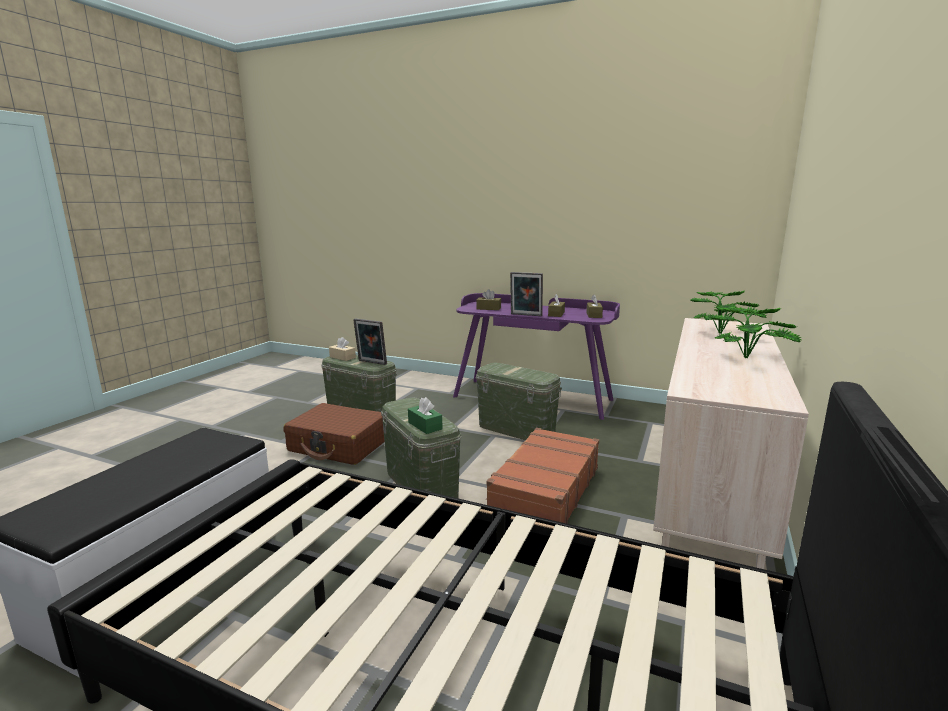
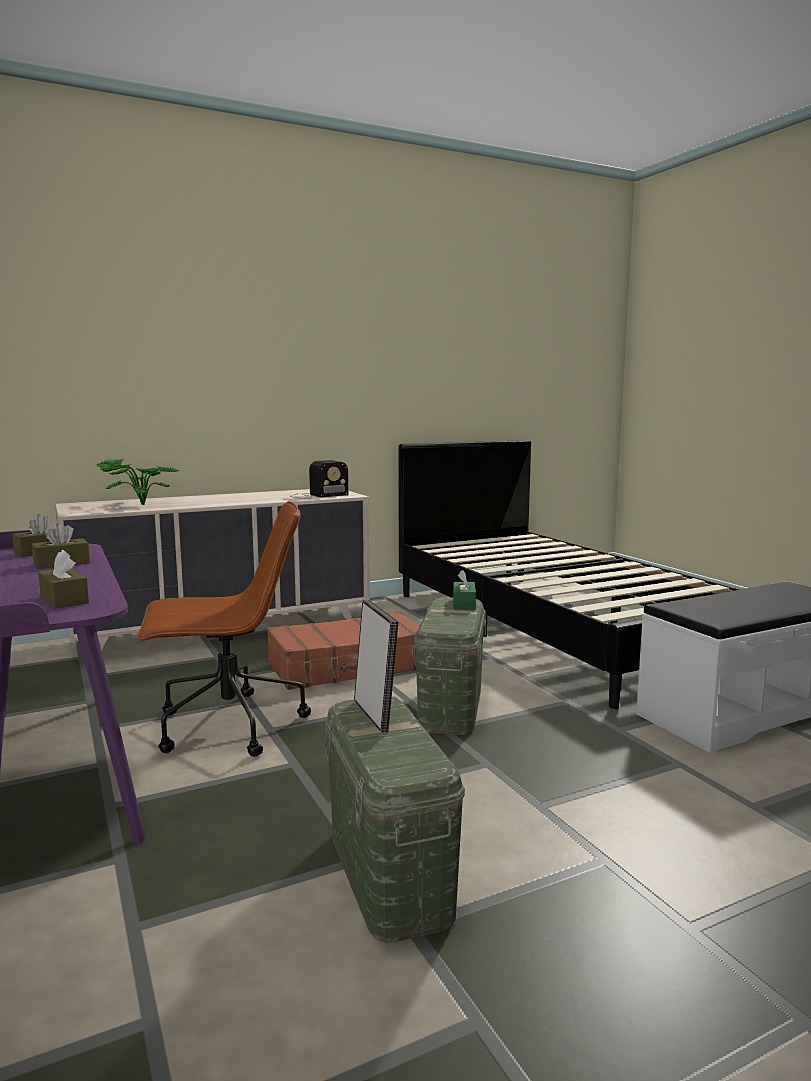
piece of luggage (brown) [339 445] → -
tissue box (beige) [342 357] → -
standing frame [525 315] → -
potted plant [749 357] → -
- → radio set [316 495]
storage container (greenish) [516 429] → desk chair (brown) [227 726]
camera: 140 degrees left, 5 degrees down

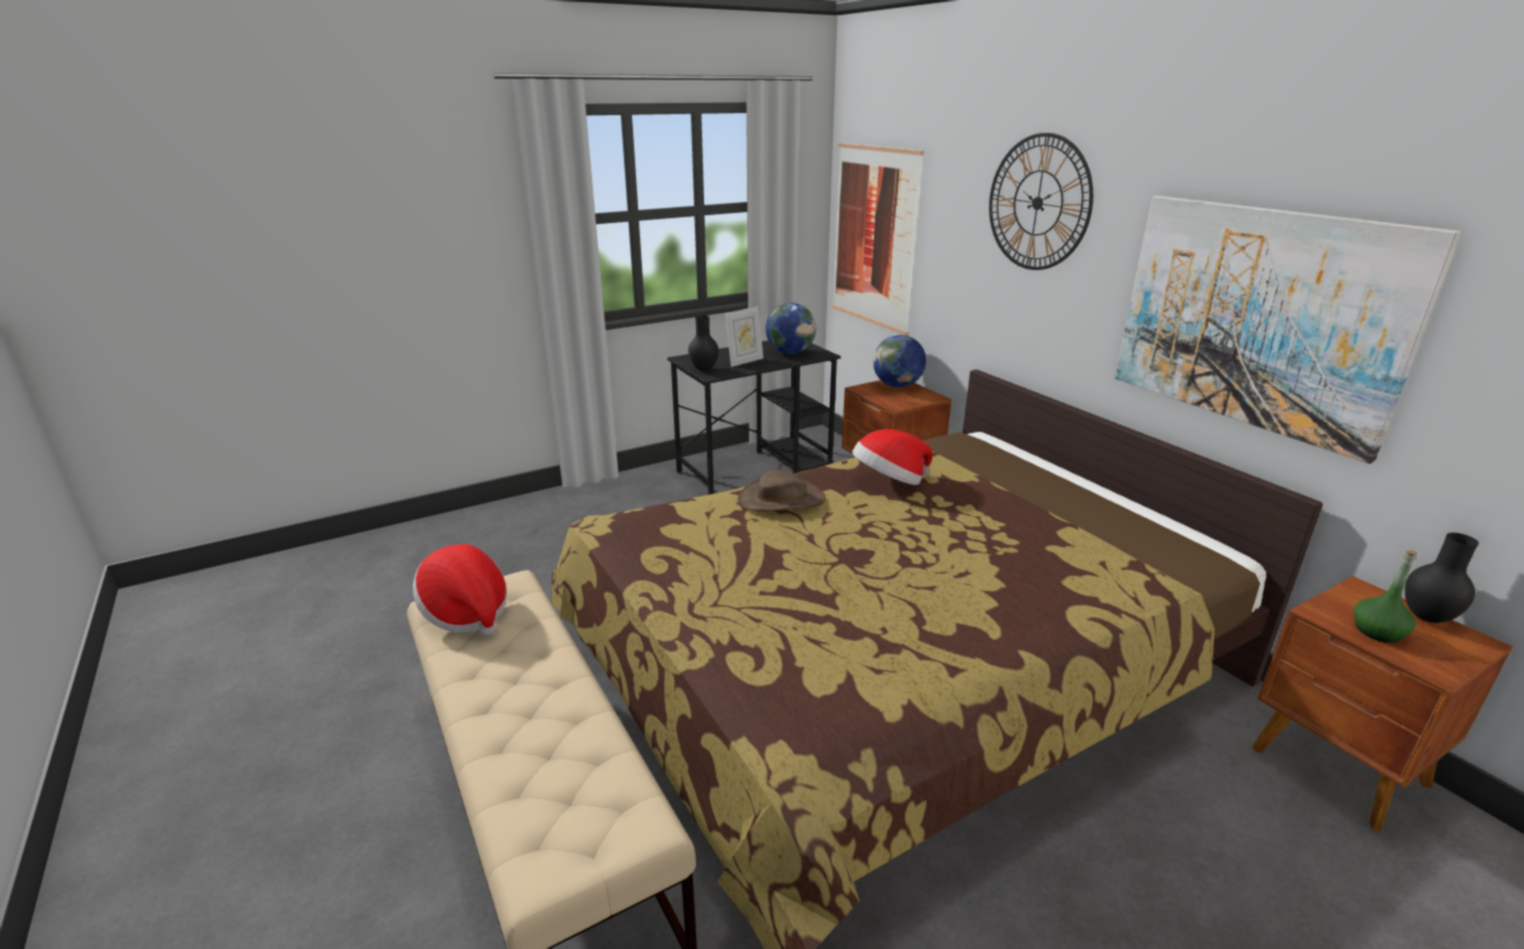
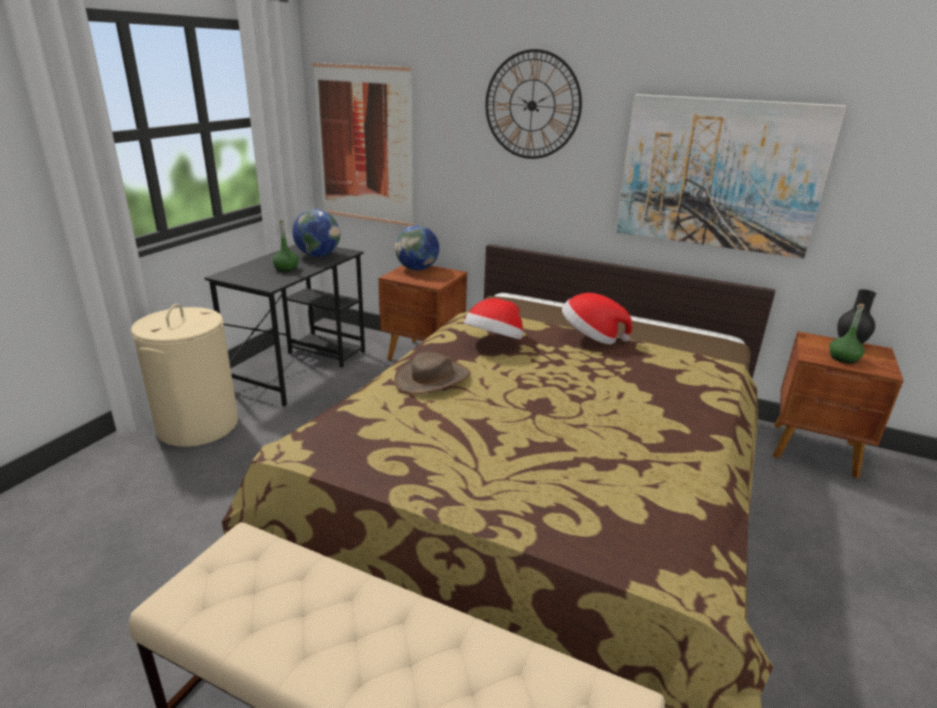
vase (black-coloured) [704 369] → -
- → washing basket (beige) [197 425]
clothing hat [466 612] → clothing hat [591 338], shifted
standing frame [744 361] → bottle (greenish) [286 268]
camera: 35 degrees left, 0 degrees up

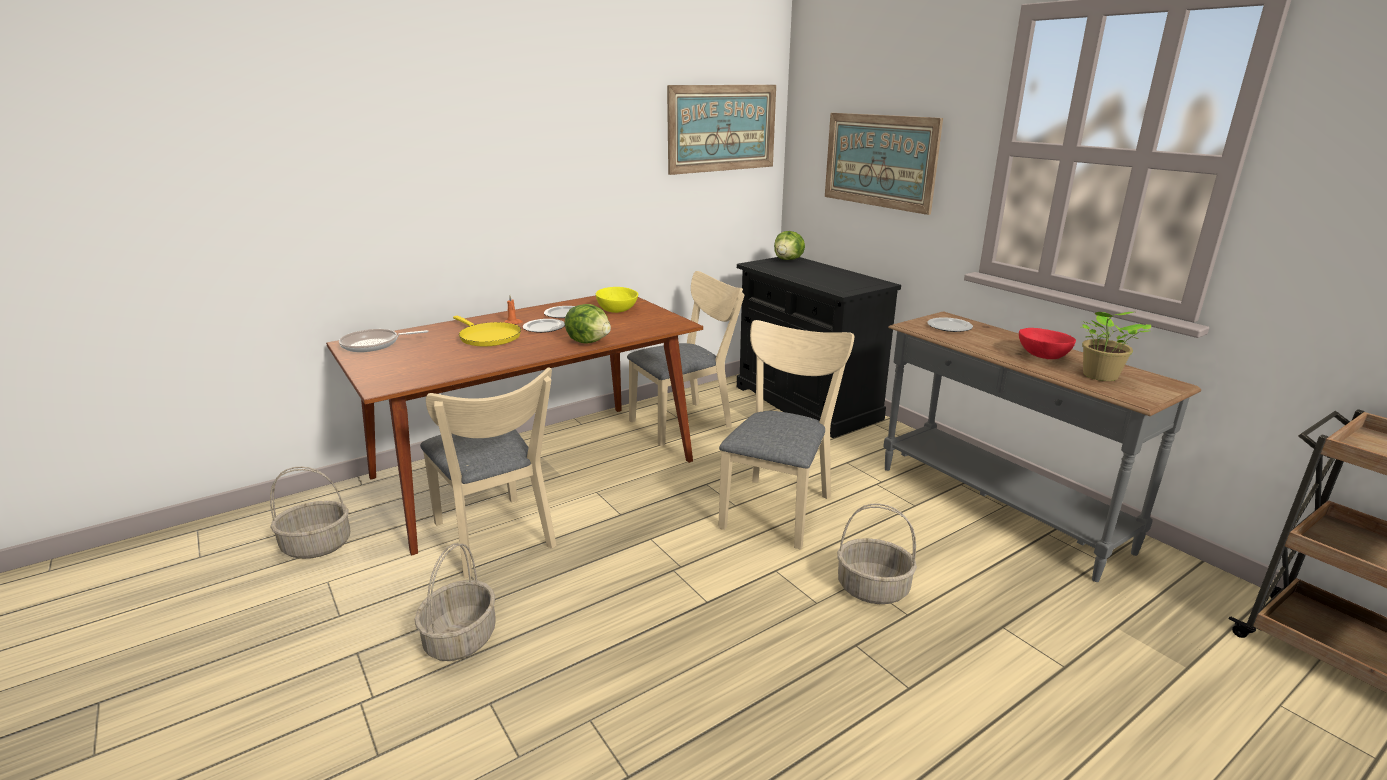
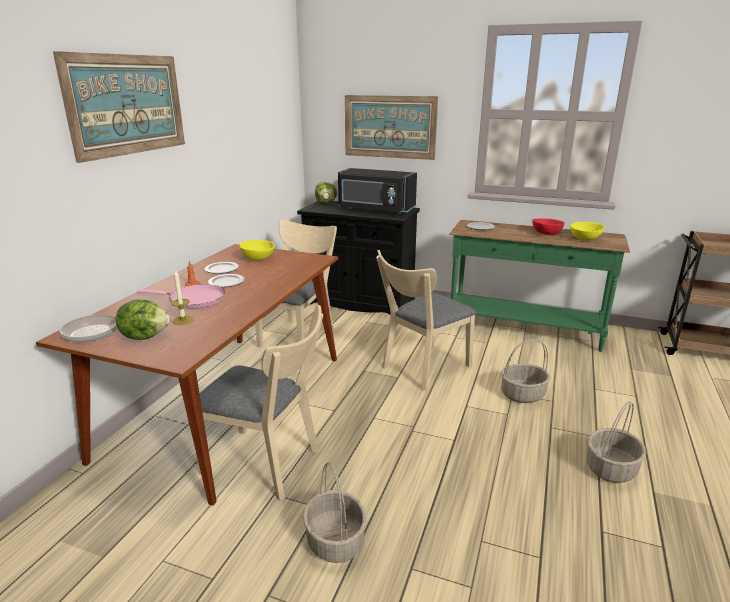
- → wax candle [183 320]
- → microwave (black-coloured) [375 209]
basket [318 545] → basket [610 468], shifted
head of lettuce [589 341] → head of lettuce [145 336], shifted
picture [722 128] → picture [127 104], shifted
potted plant [1099 376] → deep dish (yellowish) [585 238]
skillet (yellowish) [488 337] → skillet (pink) [193 300]
narrow table (gray) [997 508] → narrow table (greenish) [524 331]
upright chair (beige) [779 506] → upright chair (beige) [422 368], 120 degrees counterclockwise
camera: 35 degrees left, 0 degrees up

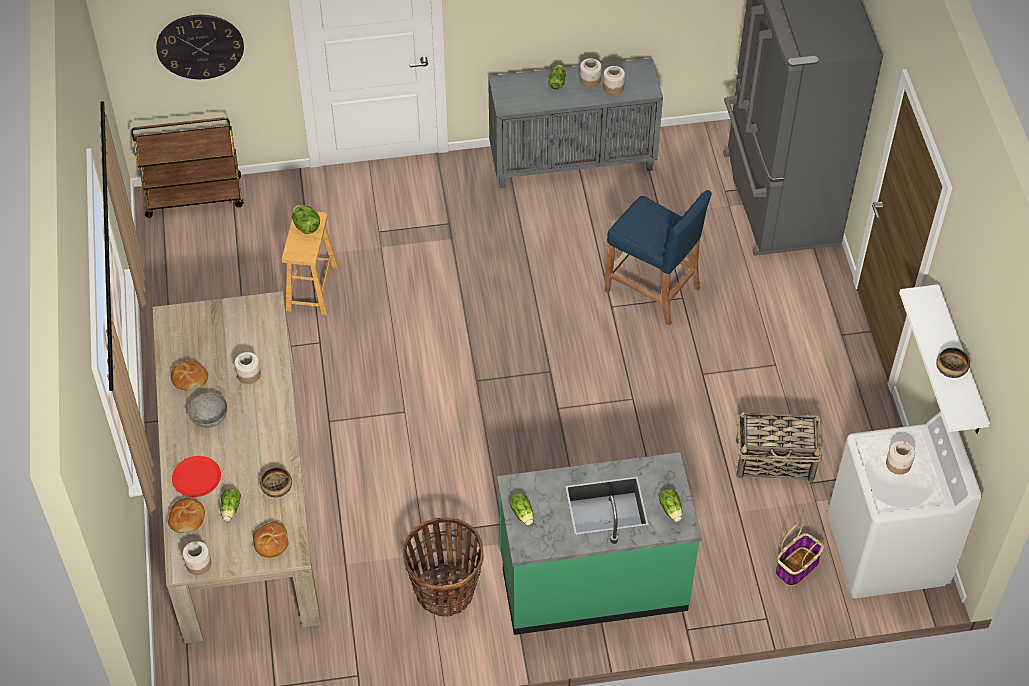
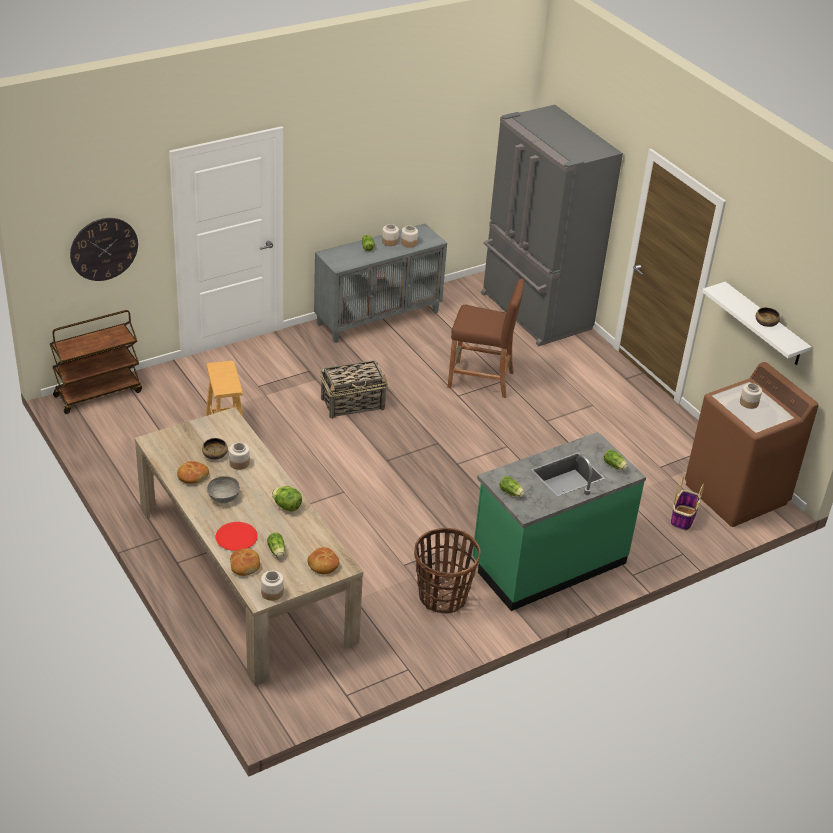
deep dish [277 488] → deep dish [215 455], shifted
head of lettuce [306 226] → head of lettuce [287 506], shifted
basket [775 460] → basket [353 404], shifted
sitting stool (blue) [652 289] → sitting stool (brown) [480 380]
laundry machine (whitish) [887 551] → laundry machine (brown) [736 494]
camera: 25 degrees left, 15 degrees down

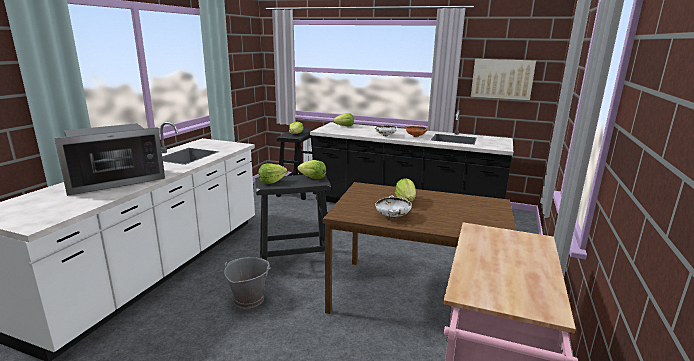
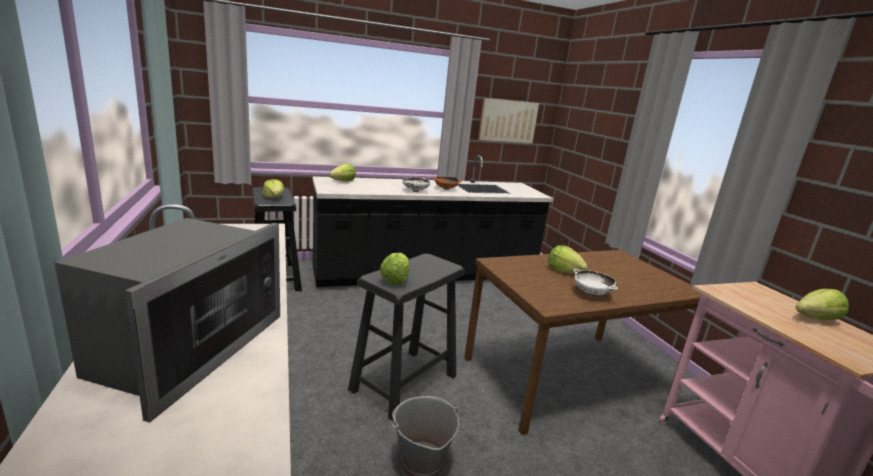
head of lettuce [312 178] → head of lettuce [815 319], shifted
camera: 40 degrees left, 0 degrees up

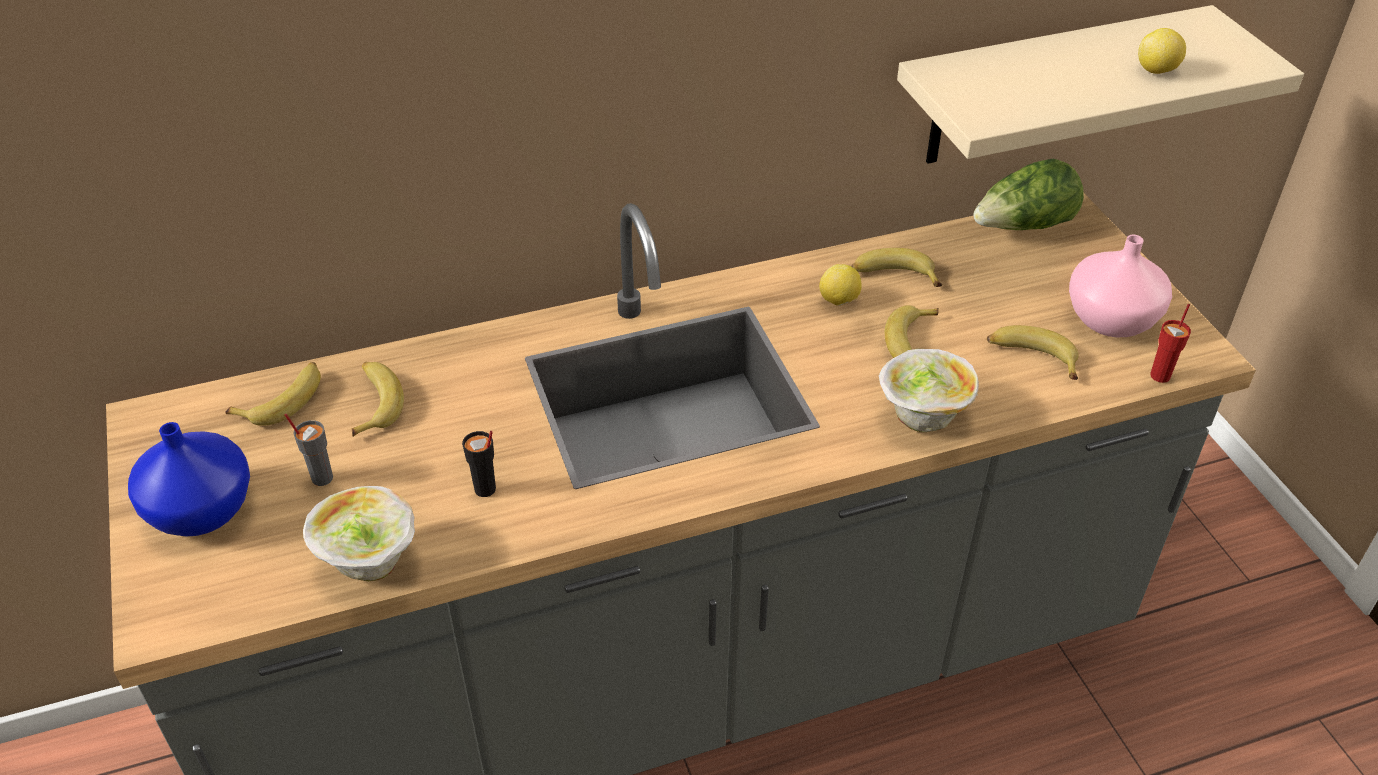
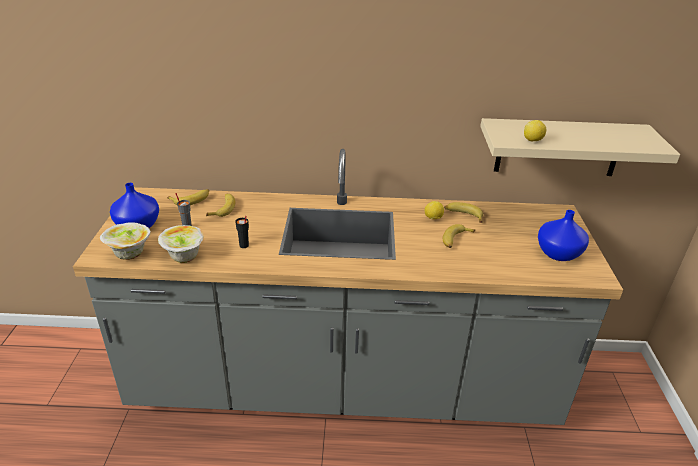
head of lettuce [1024 226] → -
banana [1031 357] → -
small cup (reddish) [1161 375] → -
deep dish [921 417] → deep dish [129 254], shifted
lemon [1157 70] → lemon [533 140], shifted
vase (pink) [1111 321] → vase (blue) [558 254]
camera: 20 degrees right, 10 degrees down

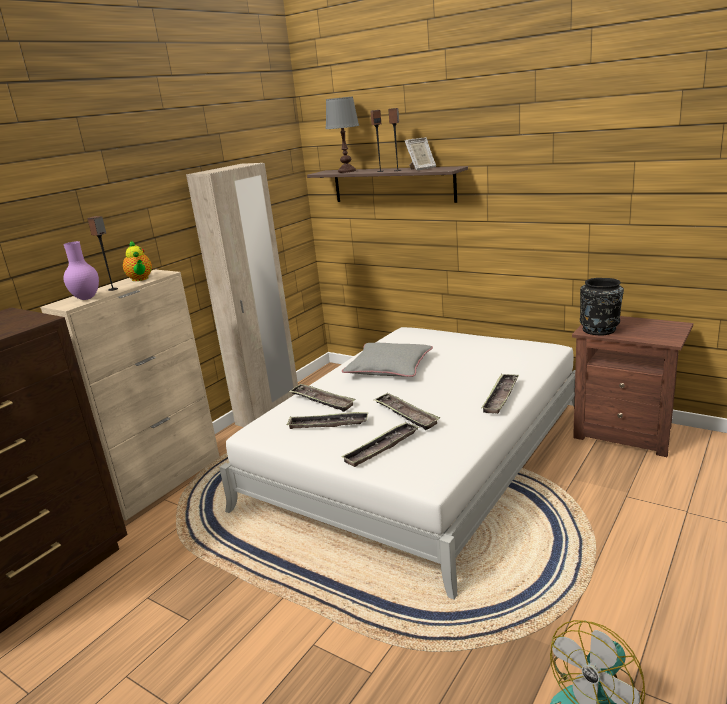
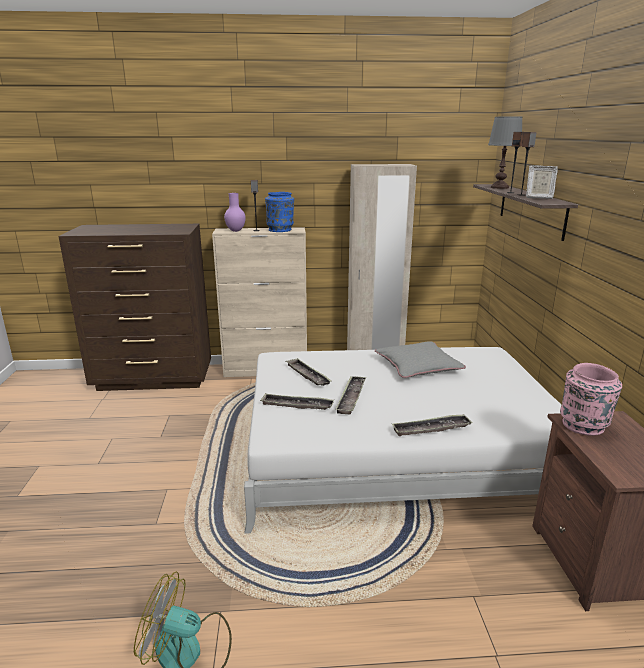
carrying tray [322 401] → -
teapot [140 279] → vase (blue) [280 230]
vase (black-coloured) [600 330] → vase (pink) [583 426]
camera: 50 degrees right, 0 degrees up

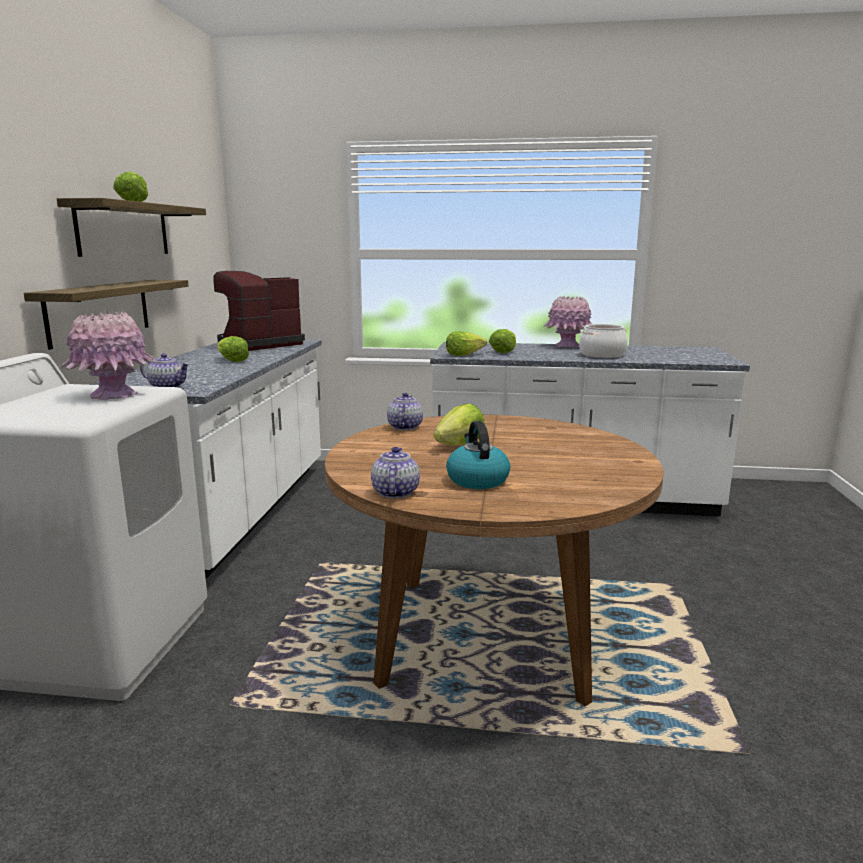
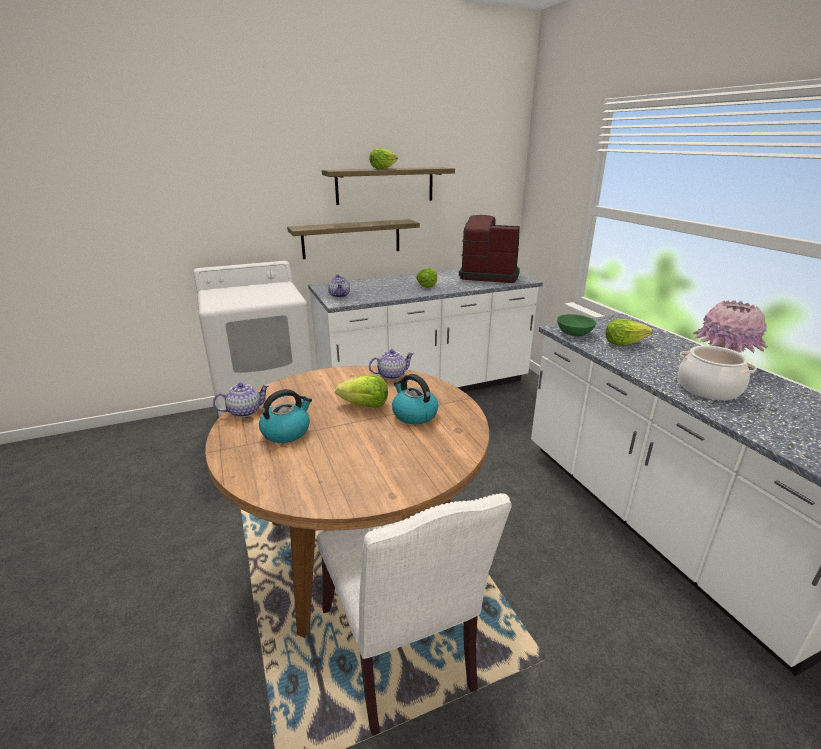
vase (pink) [113 395] → -
- → upright chair (whitish) [402 652]
- → kettle [414 414]
head of lettuce [464 355] → deep dish (greenish) [574 333]
camera: 60 degrees right, 10 degrees up

